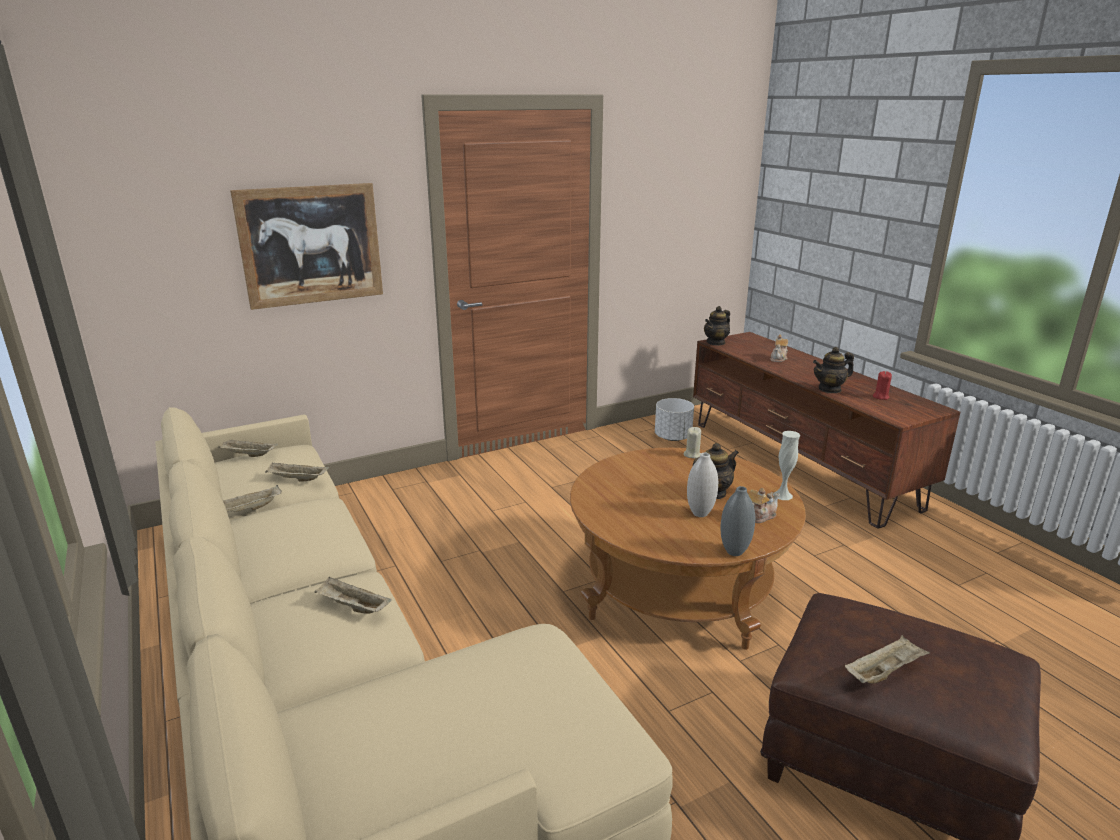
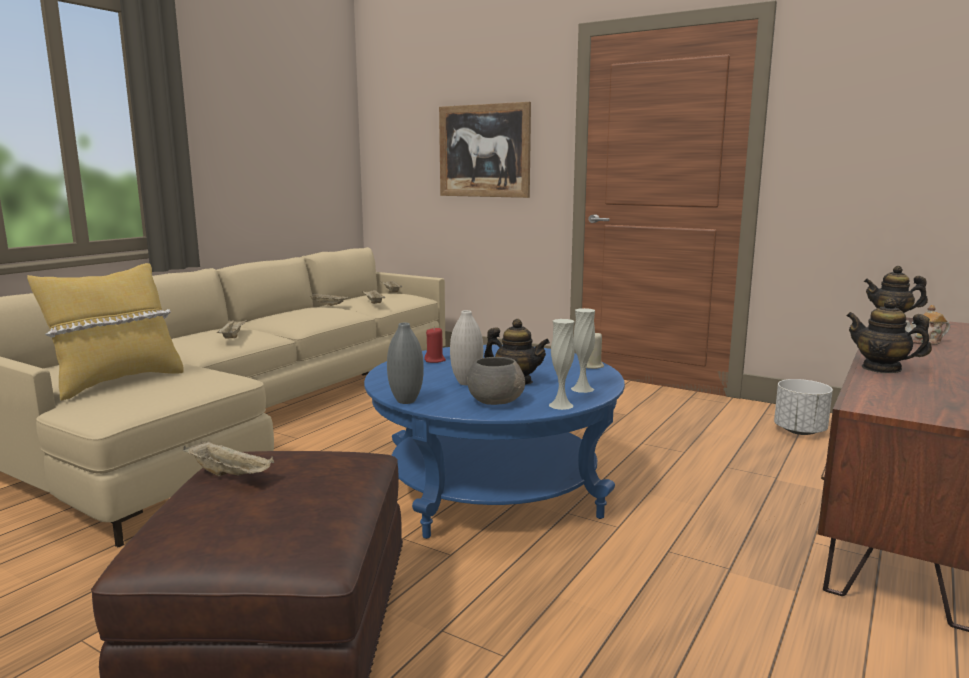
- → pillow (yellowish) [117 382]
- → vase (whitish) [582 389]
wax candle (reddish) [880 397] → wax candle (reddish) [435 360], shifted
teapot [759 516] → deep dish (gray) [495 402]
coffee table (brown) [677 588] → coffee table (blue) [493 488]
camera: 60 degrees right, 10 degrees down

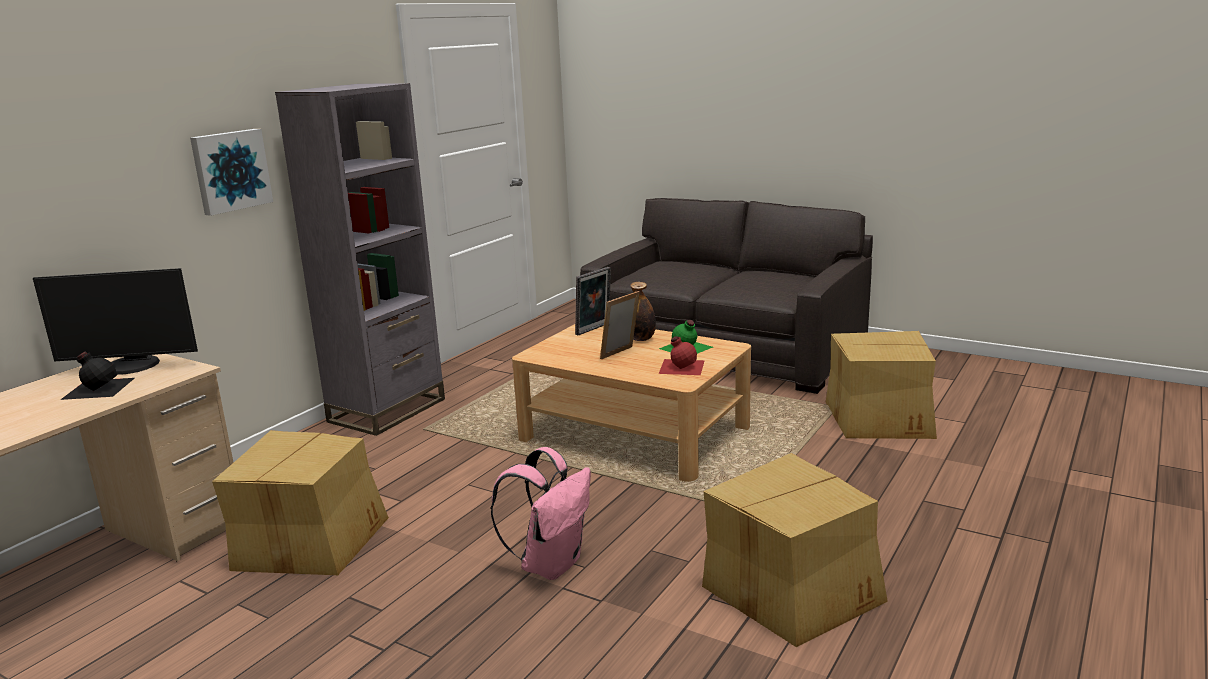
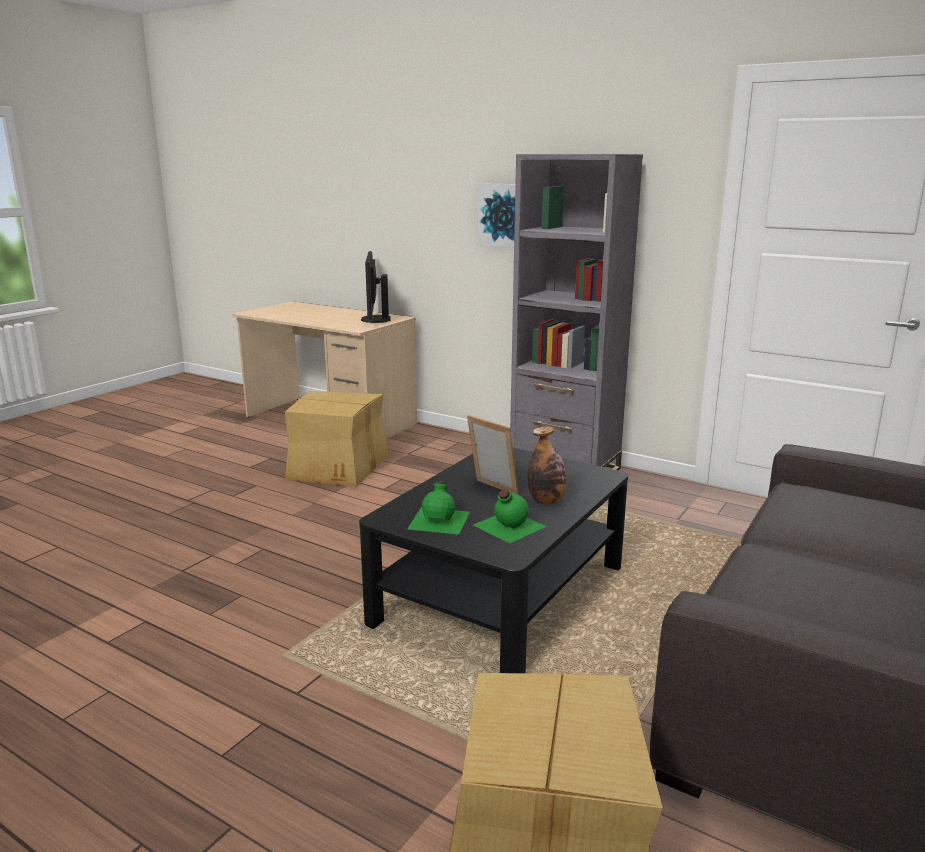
bottle (black-coloured) [98 388] → -
knapsack (pink) [551 564] → -
standing frame [594 329] → -
packing box [792 589] → -
coffee table (beige) [635 433] → coffee table (black-coloured) [501 593]
bottle (reddish) [681 366] → bottle (greenish) [440 519]
camera: 90 degrees right, 0 degrees up

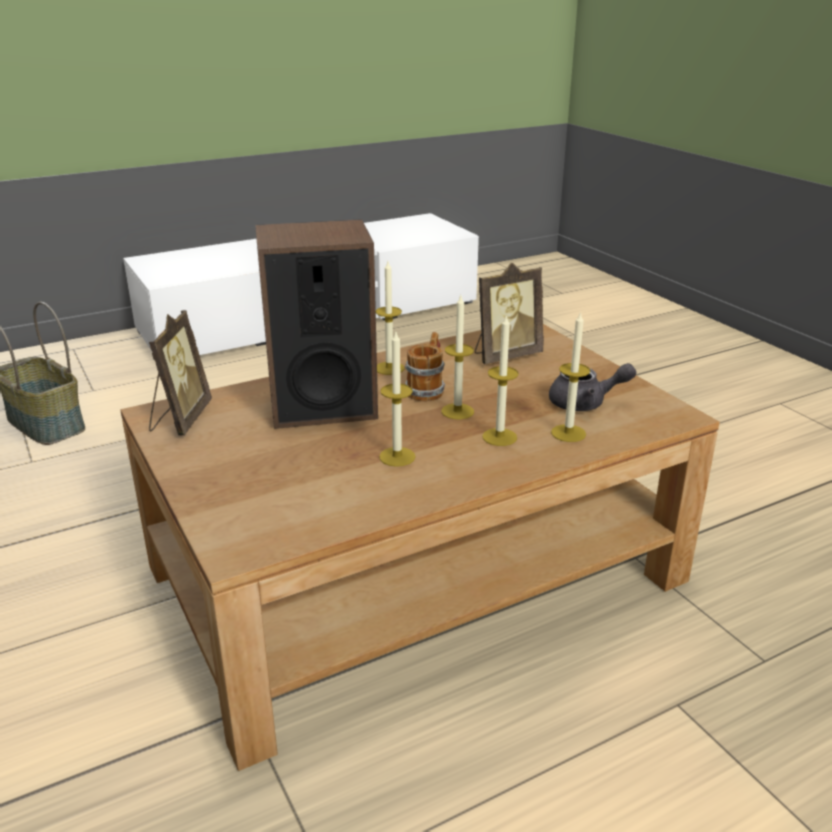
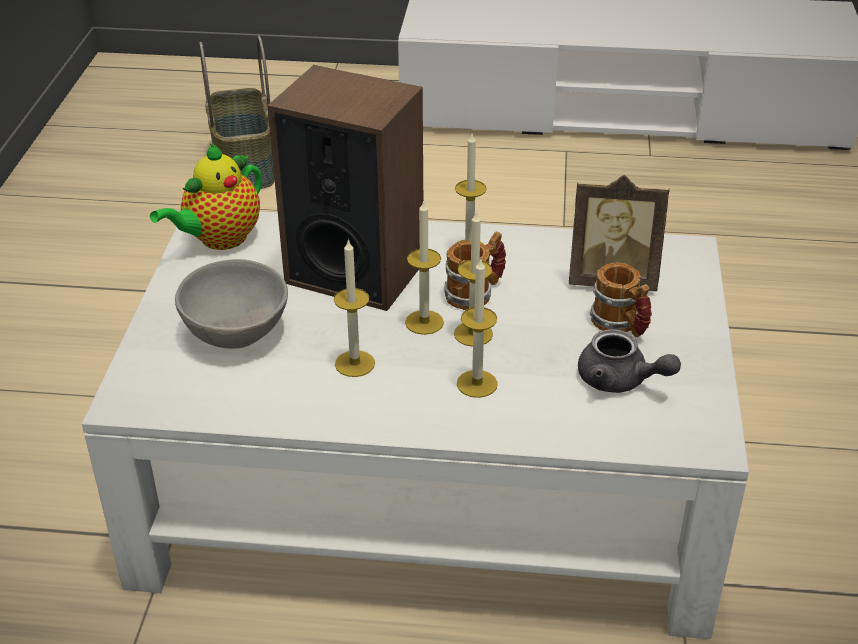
- → deep dish (gray) [238 333]
- → mug [620 325]
wax candle [568 433] → wax candle [424 322], shifted
standing frame [180 419] → teapot [219 239]
coffee table (brown) [417 573] → coffee table (whitish) [432 484]
camera: 35 degrees right, 10 degrees up

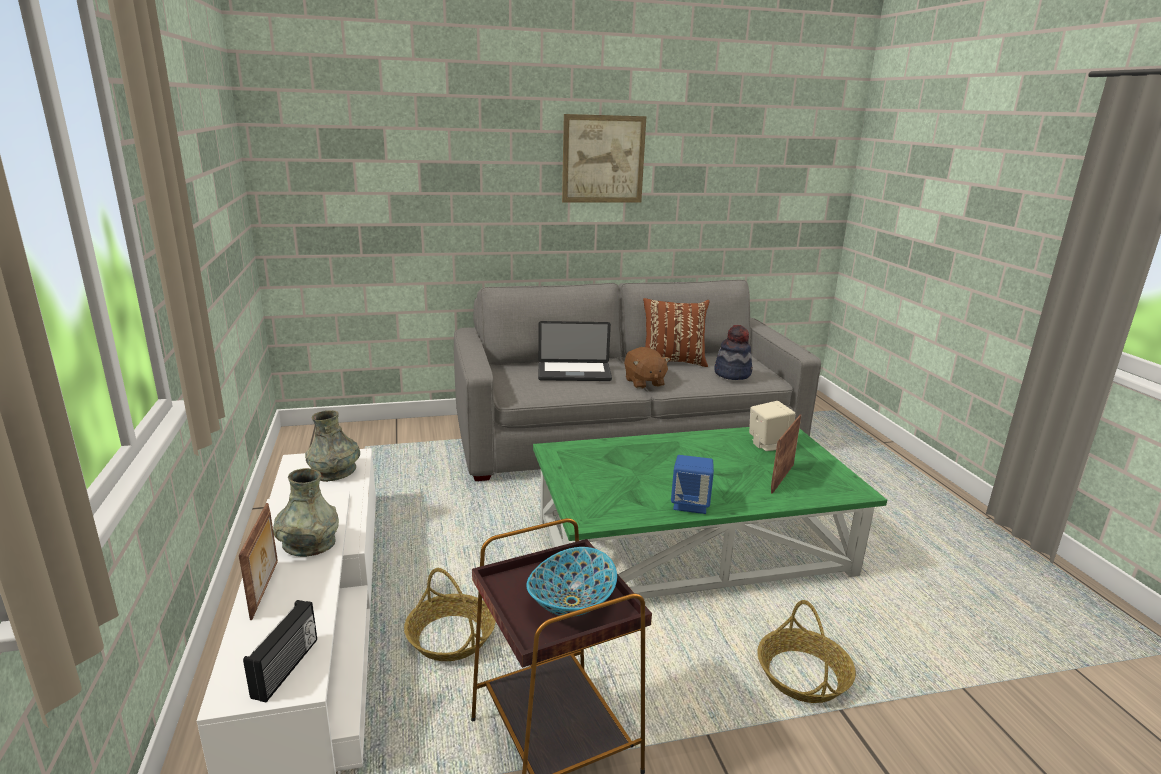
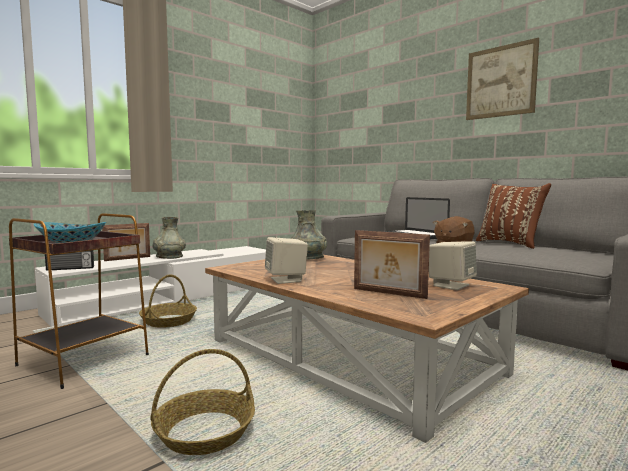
clothing hat [732 373] → -
vase (gray) [335 471] → vase (gray) [308 258], shifted
coffee table (greenish) [692 544] → coffee table (brown) [351 356]
audio speaker (blue) [690 504] → audio speaker (beige) [286 280]
standing frame [781 478] → standing frame [388 293], 150 degrees counterclockwise
camera: 60 degrees right, 15 degrees down

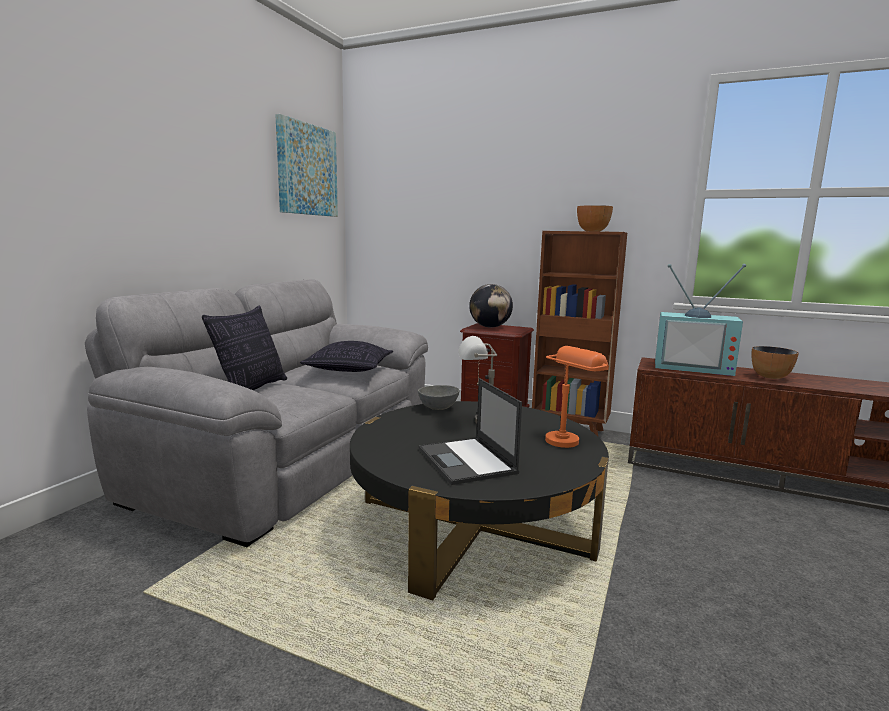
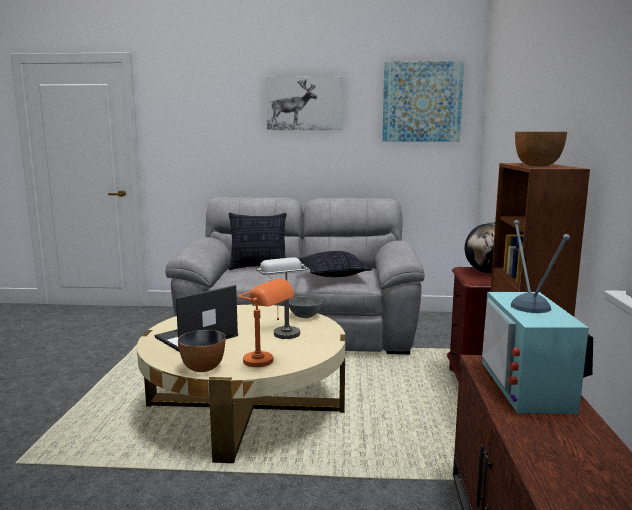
- → picture [304 103]
deep dish [770 377] → deep dish [203 368], shifted
coffee table (black-coloured) [474 525] → coffee table (beige) [245 406]
camera: 70 degrees right, 0 degrees up

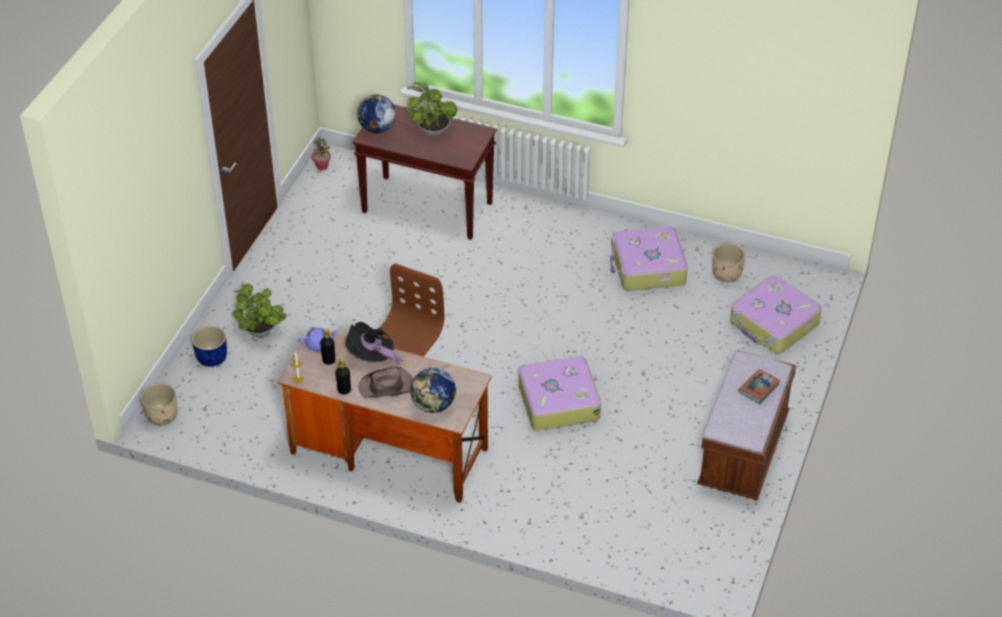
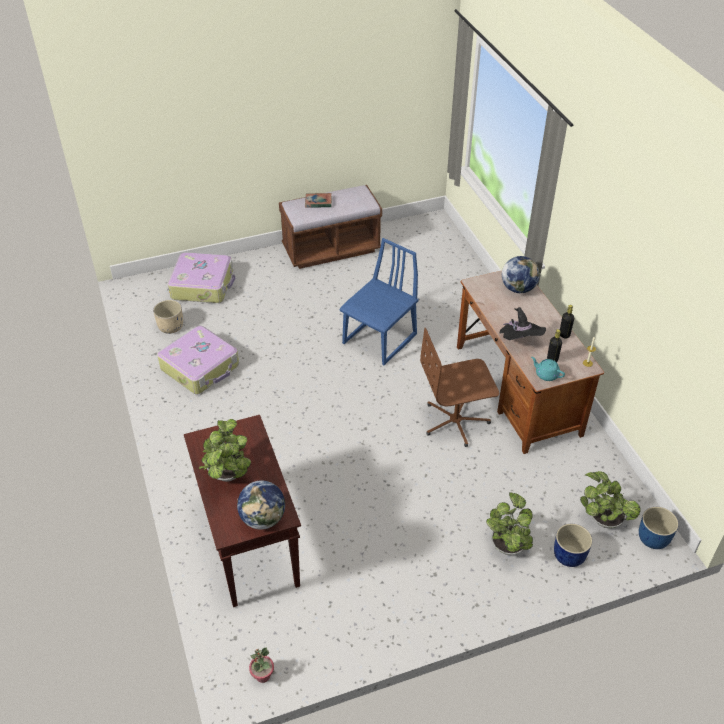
clothing hat (brown) [387 386] → -
- → potted plant [603 519]
piece of luggage [557 401] → upright chair (blue) [380 340]
plant pot (beige) [161 416] → plant pot (blue) [654 538]
teapot (purple) [319 344] → teapot (turquoise-coloured) [546 374]
camera: 130 degrees left, 0 degrees up

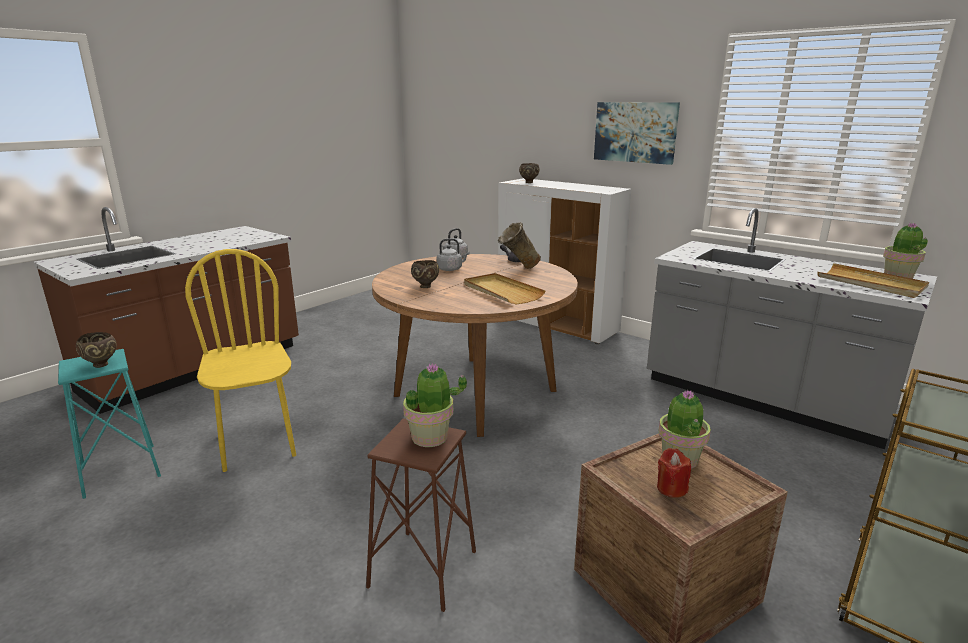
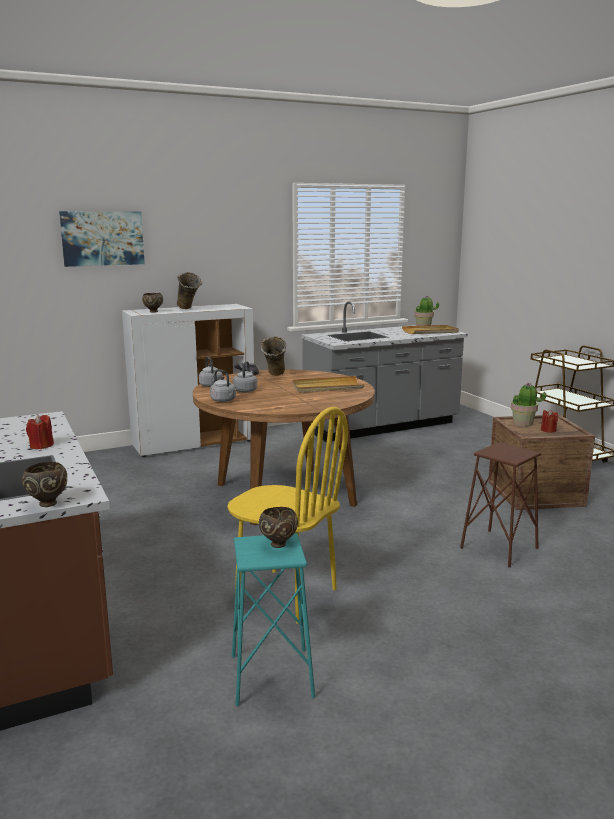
potted plant [430 437] → -
- → wax candle (reddish) [41 446]
- → vase (beige) [188 310]
- → kettle (gray) [224 400]
deep dish (brown) [425 286] → deep dish (brown) [47 503], shifted
picture [635 132] → picture [102 238], shifted
upright chair (yellowish) [257 444] → upright chair (yellowish) [286 595], 150 degrees counterclockwise
camera: 65 degrees left, 5 degrees down

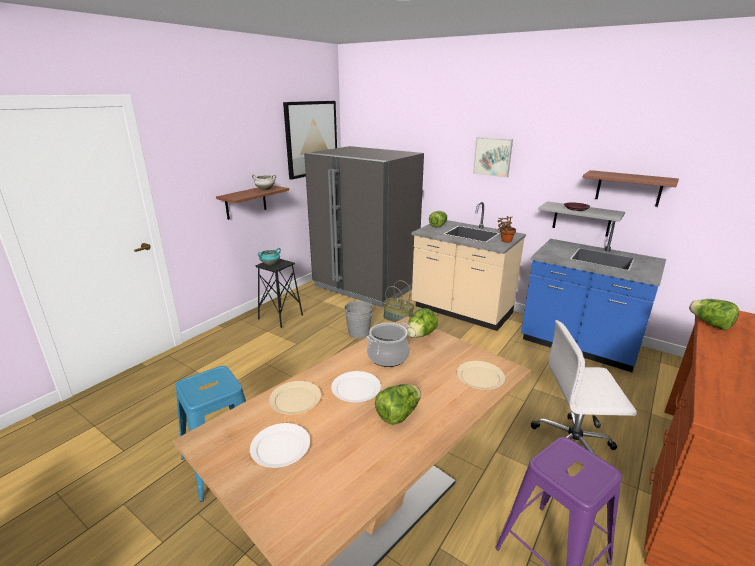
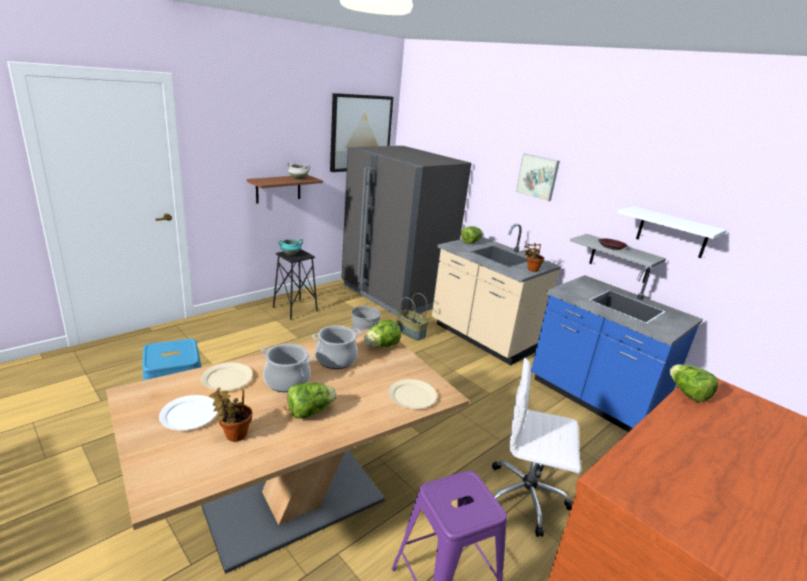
- → potted plant [233 434]
flat dish (whitish) [355 389] → cooking pot [287 381]
wall shelf (brown) [628 188] → wall shelf (whitish) [672 232]
camera: 10 degrees right, 0 degrees up

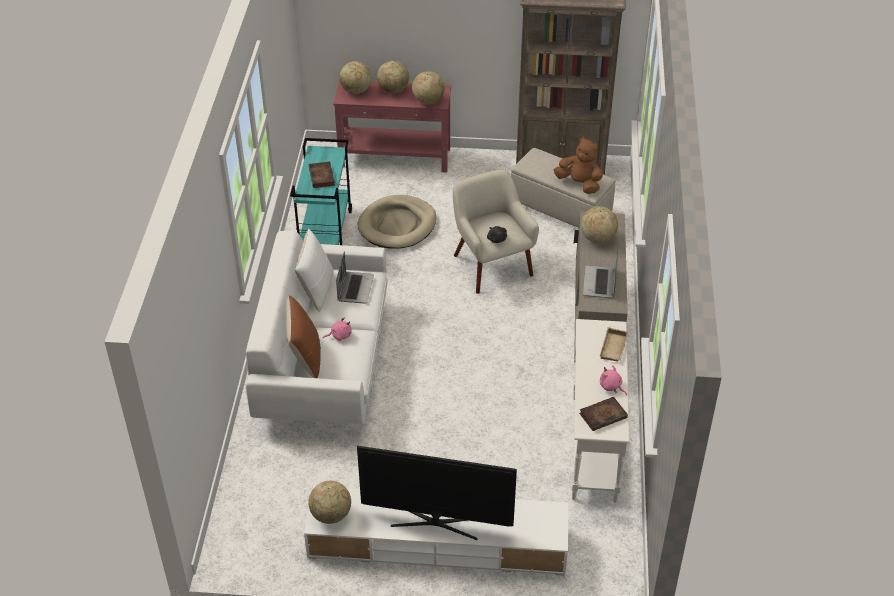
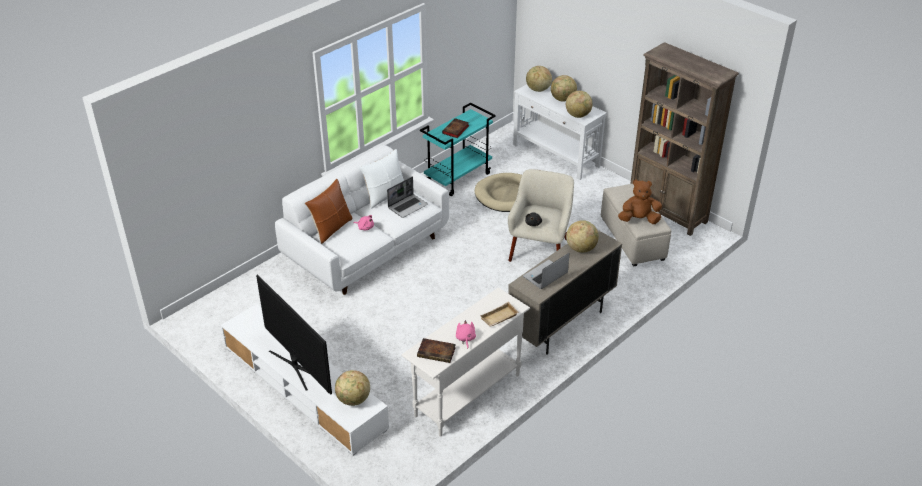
globe [331 515] → globe [353 400], shifted
narrow table (reddish) [395 158] → narrow table (whitish) [556 156]
plush toy (brown) [579 184] → plush toy (brown) [639 220], 75 degrees counterclockwise
camera: 40 degrees right, 5 degrees down

